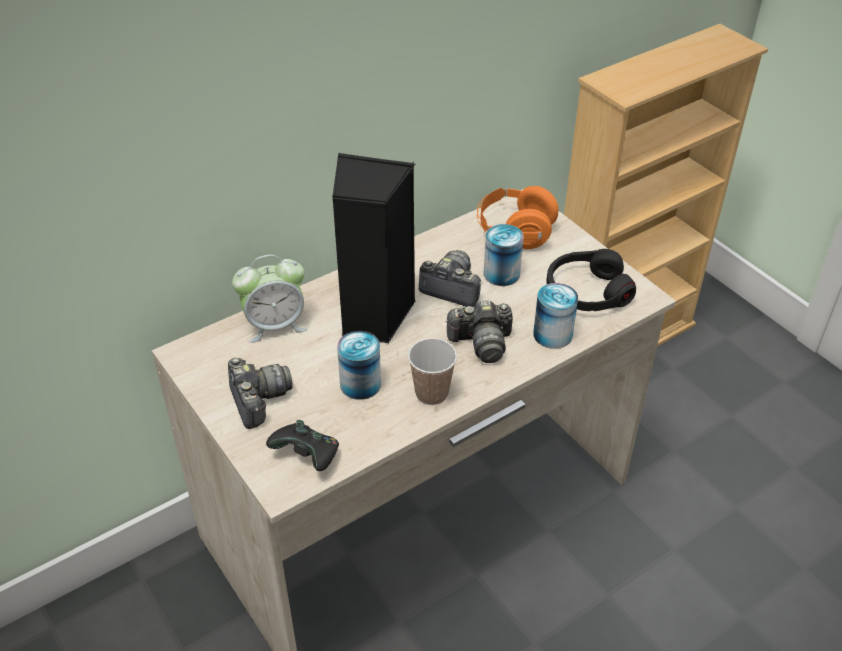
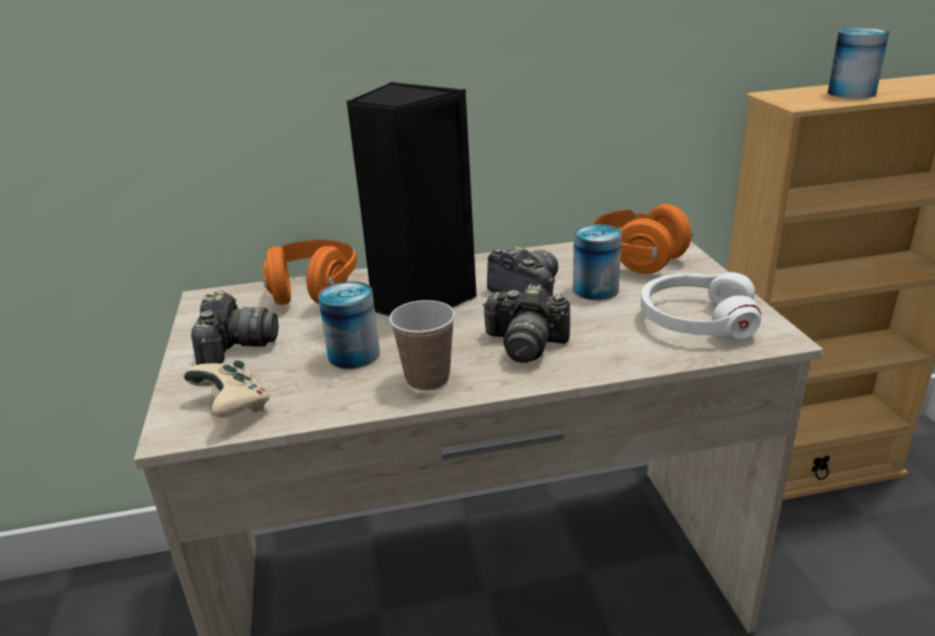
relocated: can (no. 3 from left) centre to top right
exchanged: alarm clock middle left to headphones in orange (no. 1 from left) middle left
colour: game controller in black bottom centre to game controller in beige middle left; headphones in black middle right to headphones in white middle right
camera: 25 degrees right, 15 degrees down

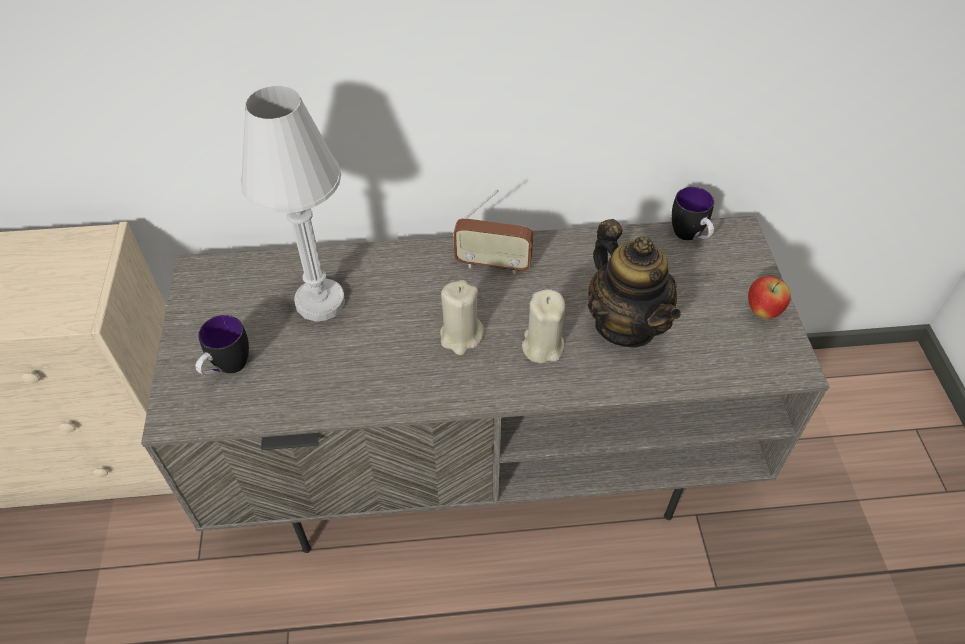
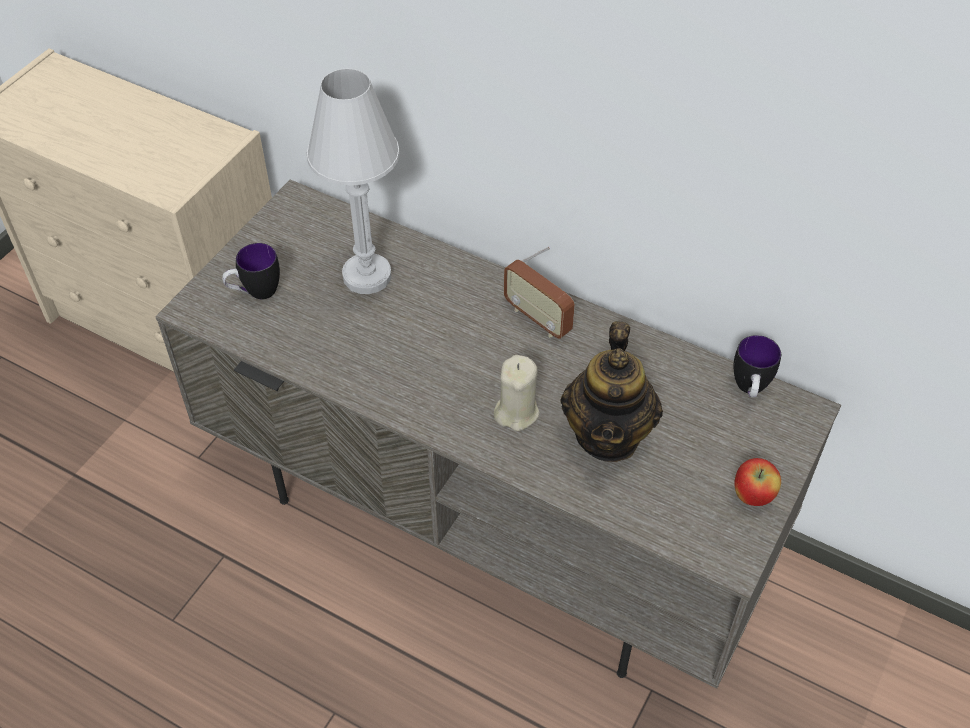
missing: candle in beige (no. 1 from left) centre
camera: 35 degrees right, 0 degrees up

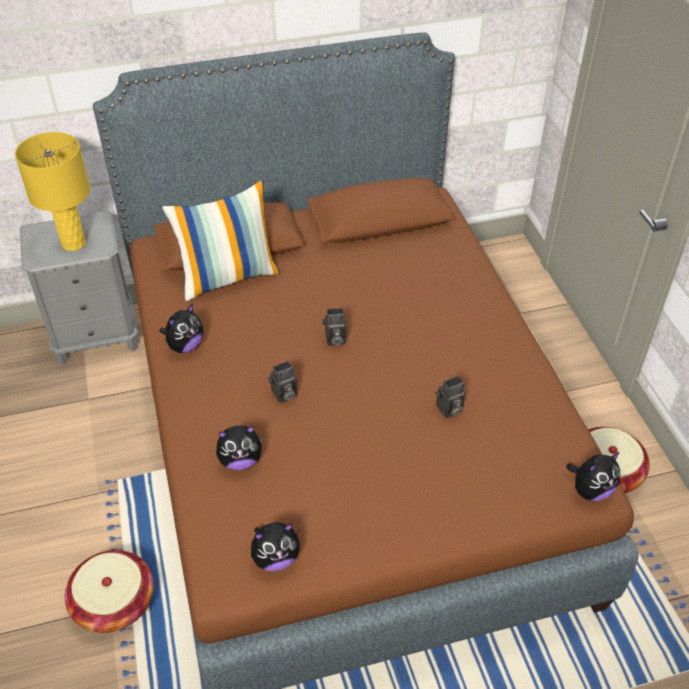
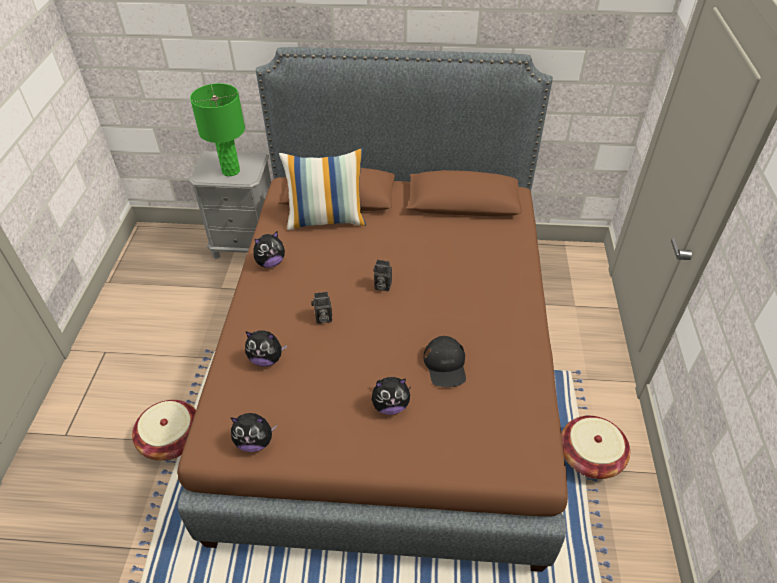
relocated: plush toy (no. 4 from left) bottom right to bottom centre
exchanged: photo camera (no. 3 from left) centre to cap in black centre
colour: table lamp in yellow top left to table lamp in green top left
camera: 20 degrees right, 0 degrees up

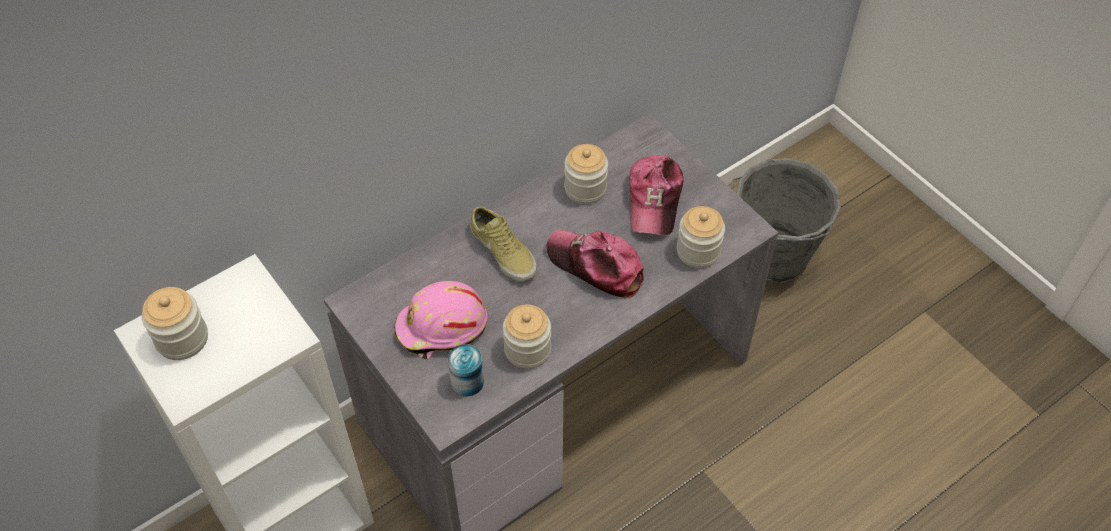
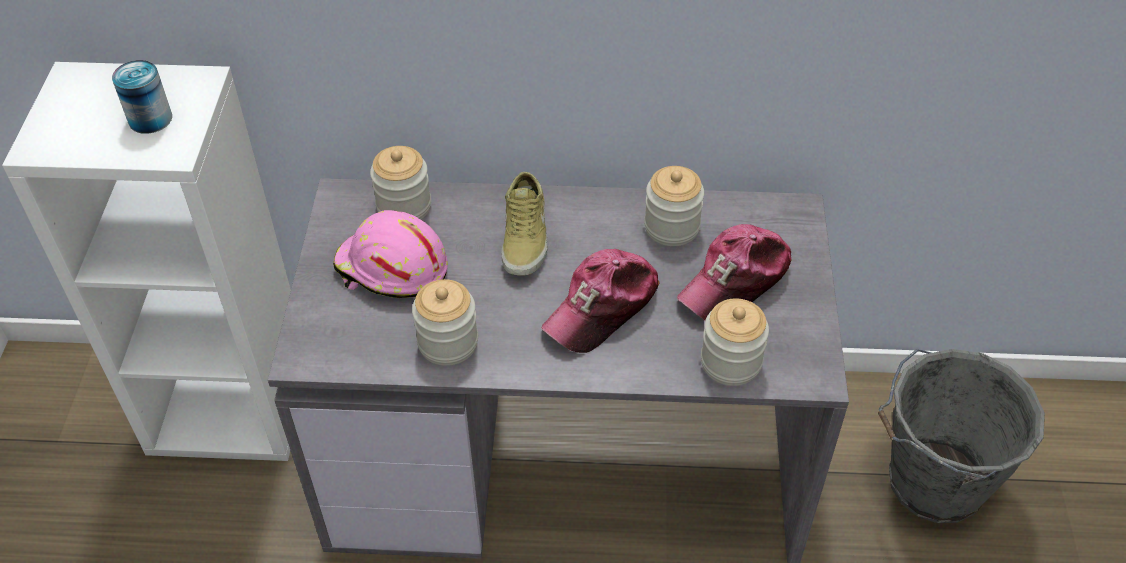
relocated: jar (no. 1 from left) middle left to top centre; can bottom centre to top left
spun: cap (no. 1 from left) centre = centre 120 degrees counterclockwise
camera: 40 degrees right, 5 degrees down

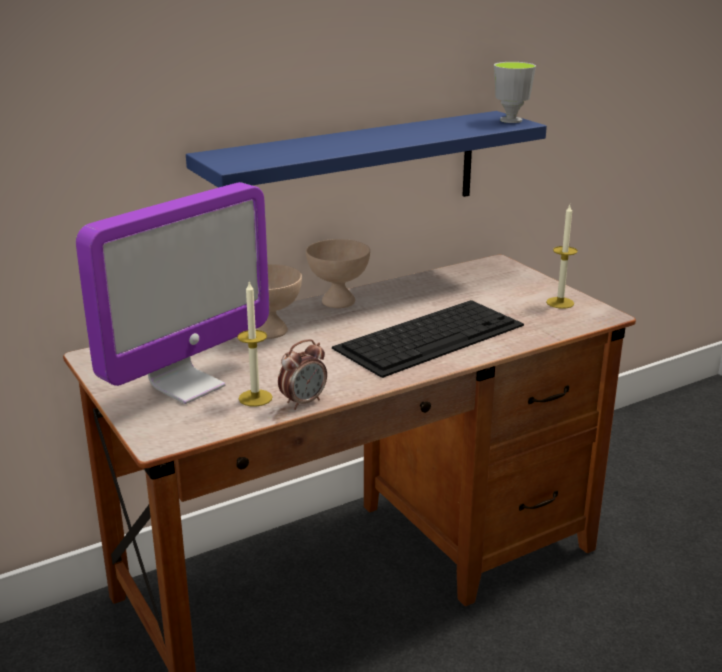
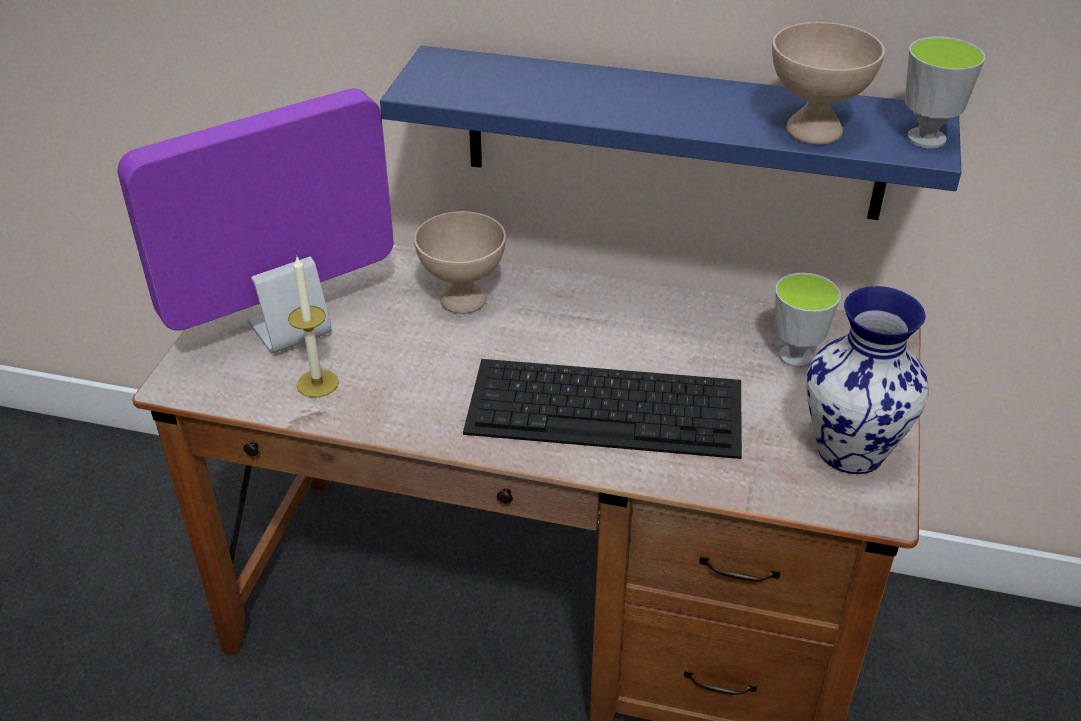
missing: alarm clock centre
appeared: cup (no. 1 from left) middle right
relocated: bowl in beige (no. 2 from left) centre to top right
exchanged: candle (no. 2 from left) middle right to vase middle right
spun: monitor middle left = top left 150 degrees clockwise
camera: 45 degrees right, 15 degrees up

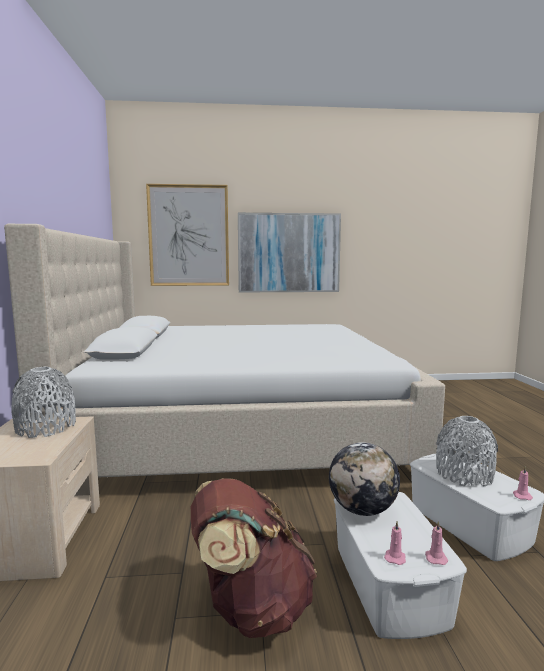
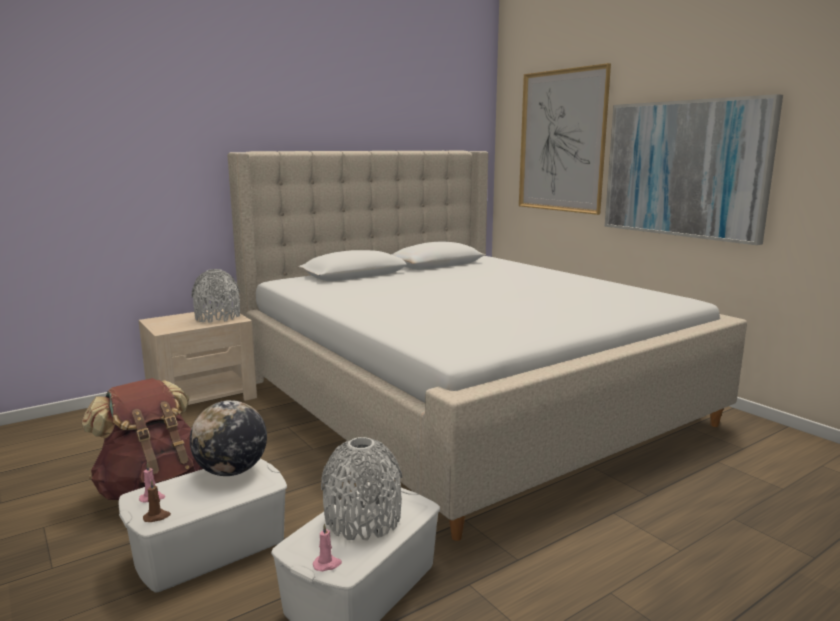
colour: candle in pink (no. 2 from left) bottom right to candle in brown bottom left
camera: 60 degrees right, 5 degrees up

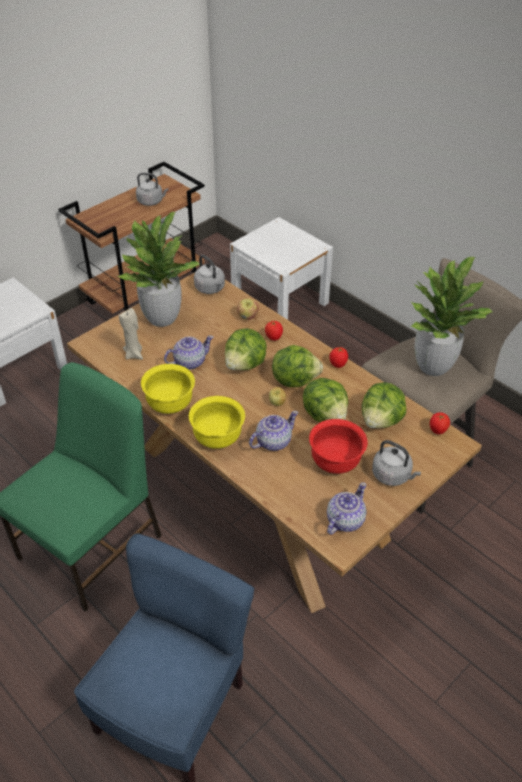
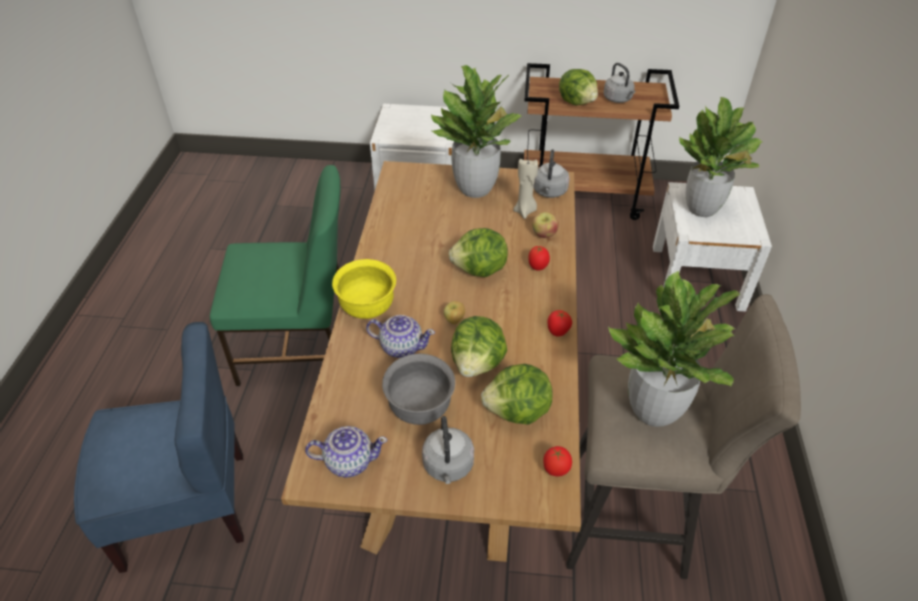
missing: bowl in yellow (no. 1 from left) middle left; teapot (no. 1 from left) centre
appeared: potted plant (no. 3 from left) top right
relocated: candle in beige middle left to top centre; lettuce (no. 2 from left in the first image) centre to lettuce (no. 4 from left) top centre
colour: bowl in red centre to bowl in grey centre
camera: 50 degrees right, 0 degrees up

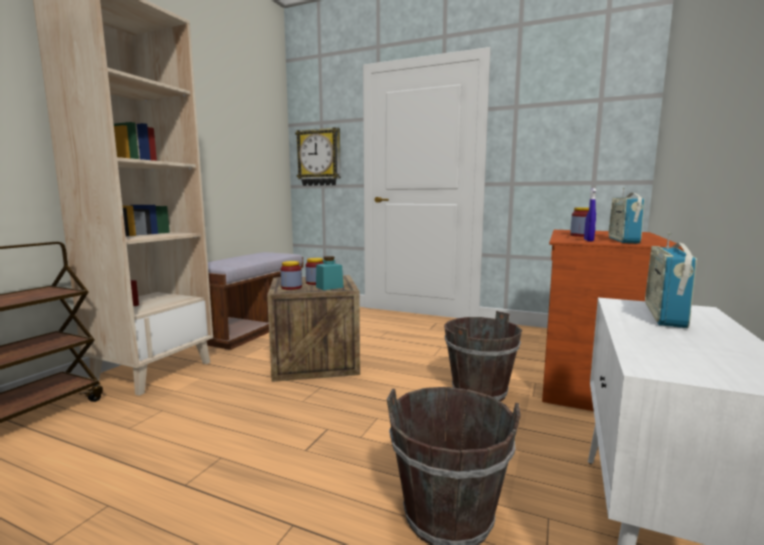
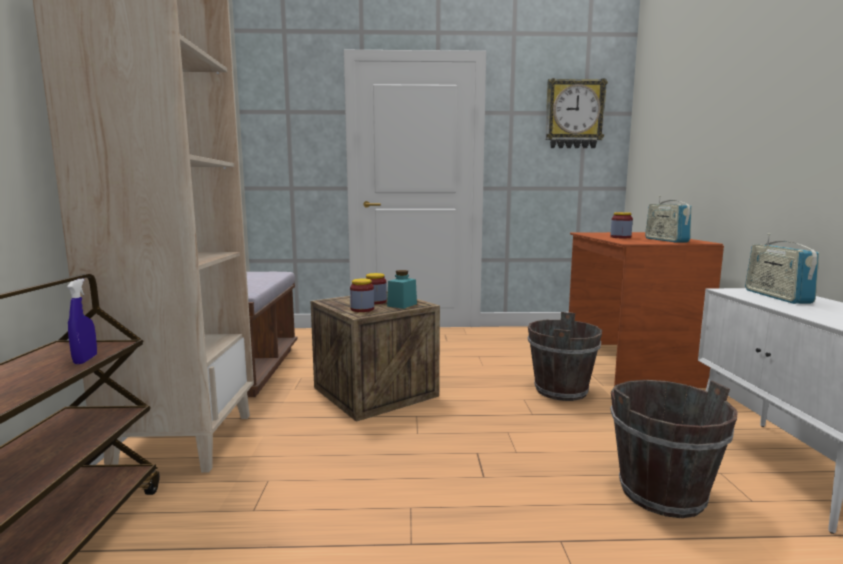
relocated: wall clock top centre to top right; spray bottle in blue middle right to middle left
camera: 25 degrees left, 0 degrees up

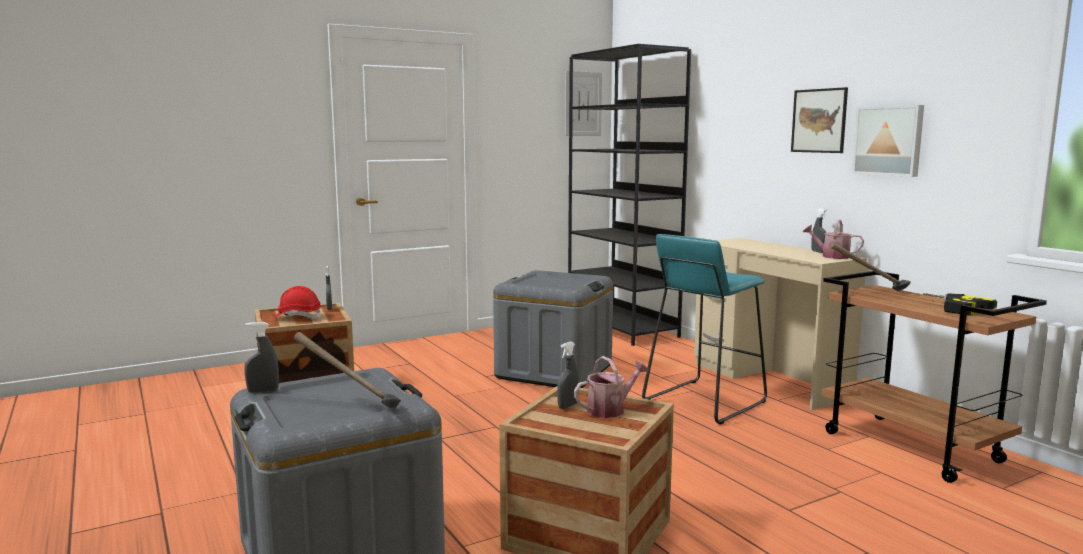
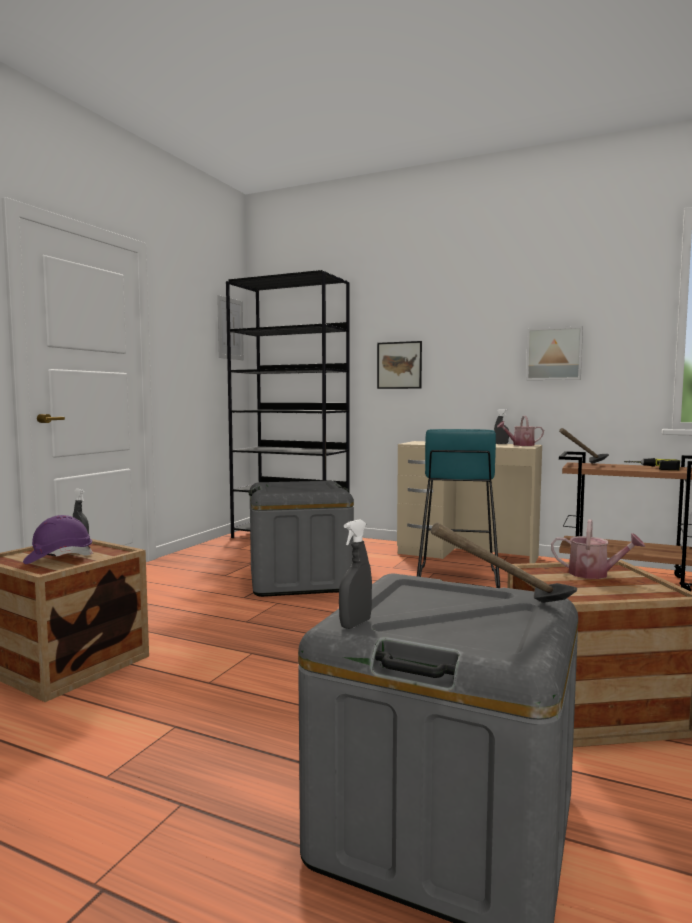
missing: spray bottle in grey (no. 3 from left) bottom centre
relocated: picture (no. 2 from left) top right to centre
colour: hard hat in red middle left to hard hat in purple middle left
spun: watering can (no. 1 from left in the first image) bottom centre = middle right 90 degrees clockwise
camera: 35 degrees left, 5 degrees down

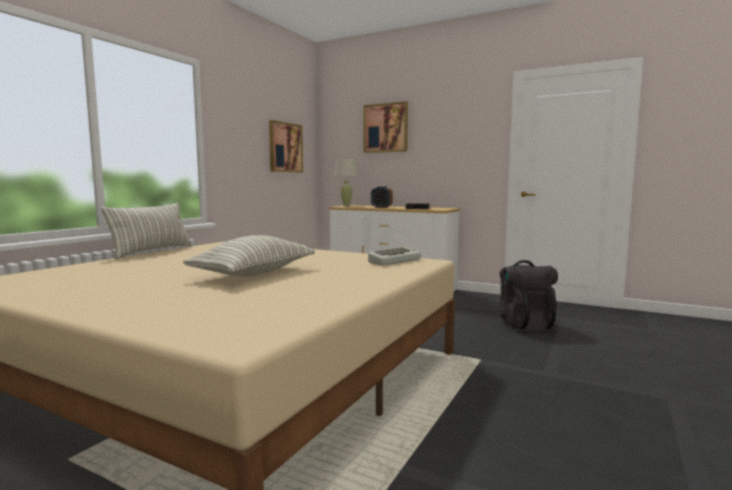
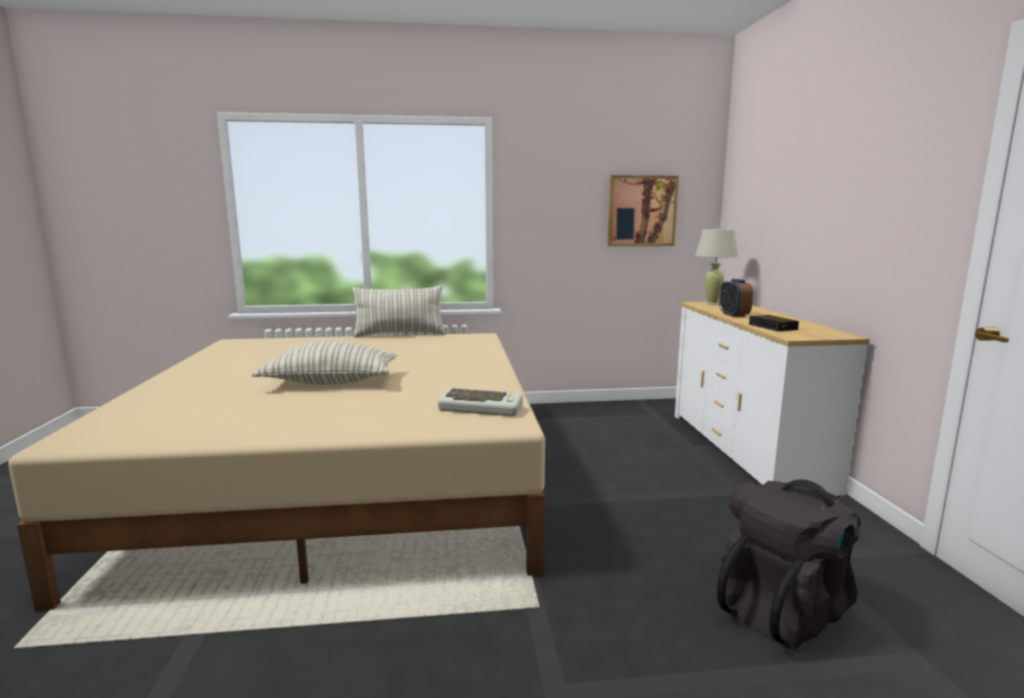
missing: picture (no. 2 from left) top centre
camera: 55 degrees right, 5 degrees up

